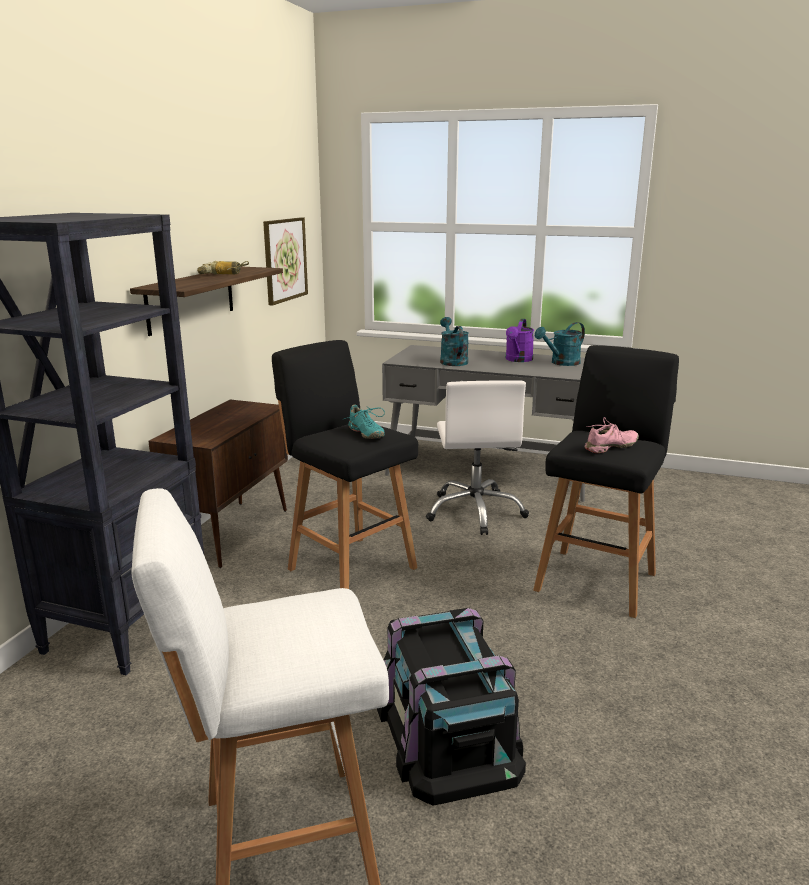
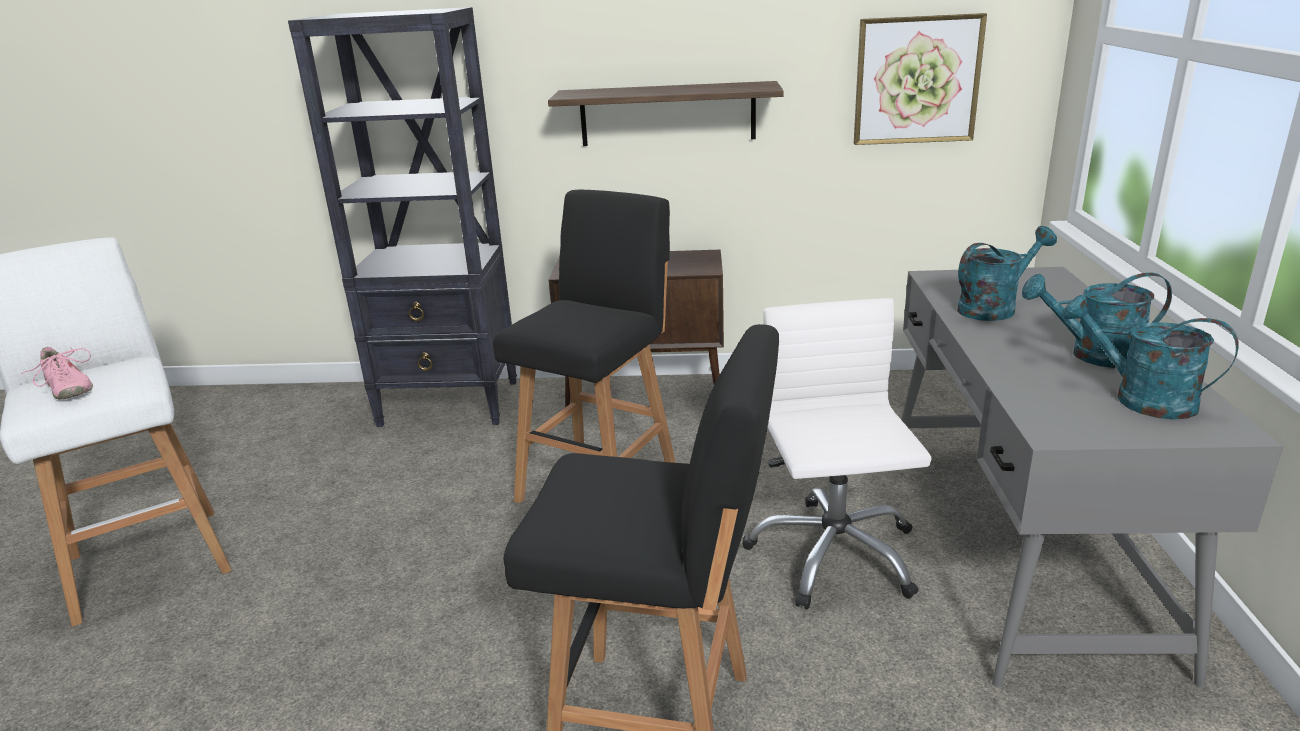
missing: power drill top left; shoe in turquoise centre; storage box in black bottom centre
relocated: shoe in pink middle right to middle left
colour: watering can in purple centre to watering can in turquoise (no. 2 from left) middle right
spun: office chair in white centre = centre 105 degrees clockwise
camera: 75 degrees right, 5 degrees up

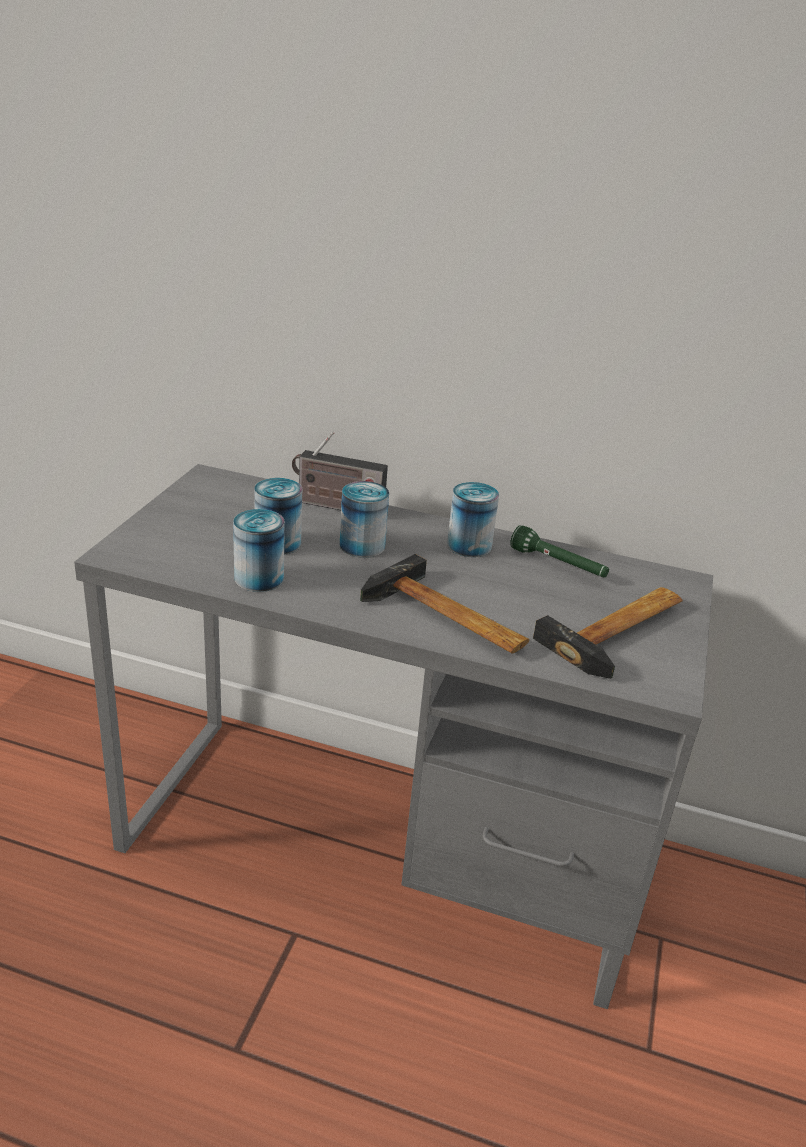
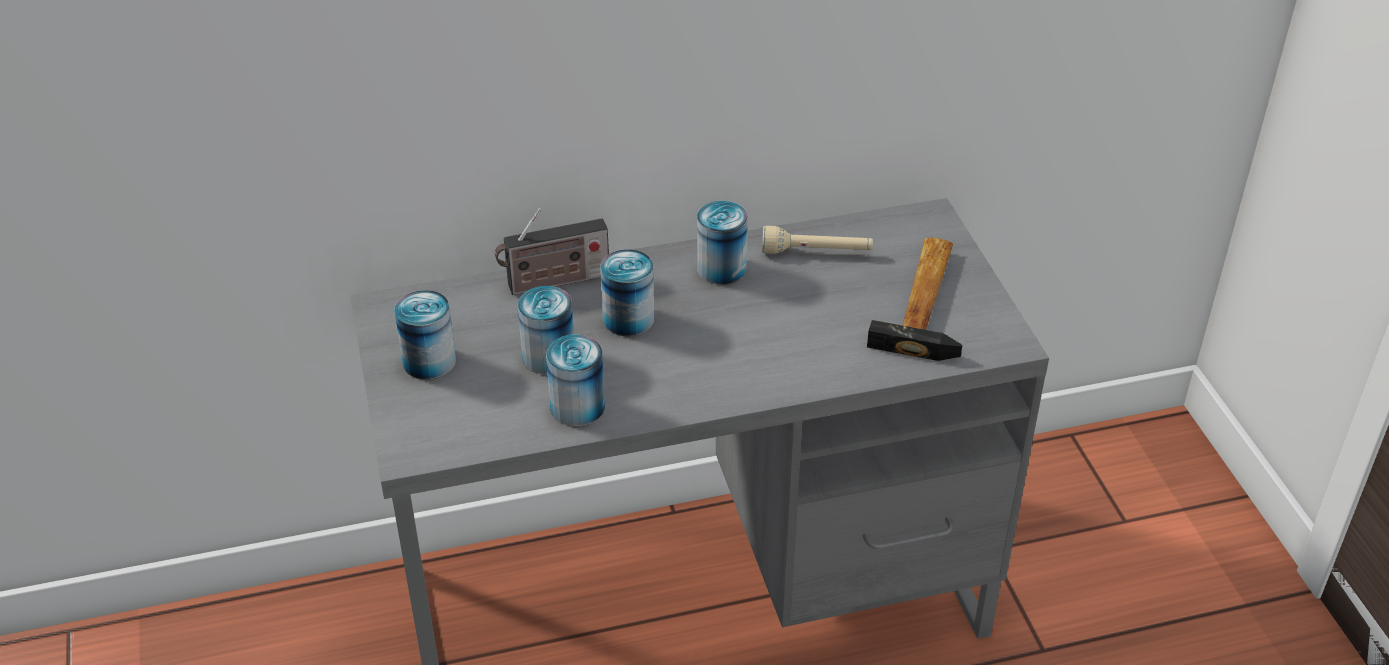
missing: hammer (no. 1 from left) centre
appeared: can (no. 1 from left) middle left
colour: flashlight in green middle right to flashlight in beige centre
camera: 30 degrees left, 10 degrees up

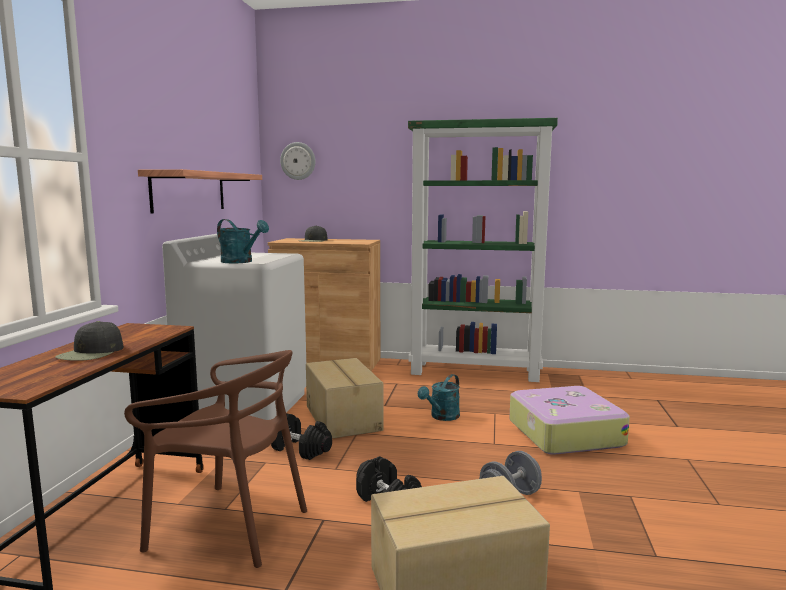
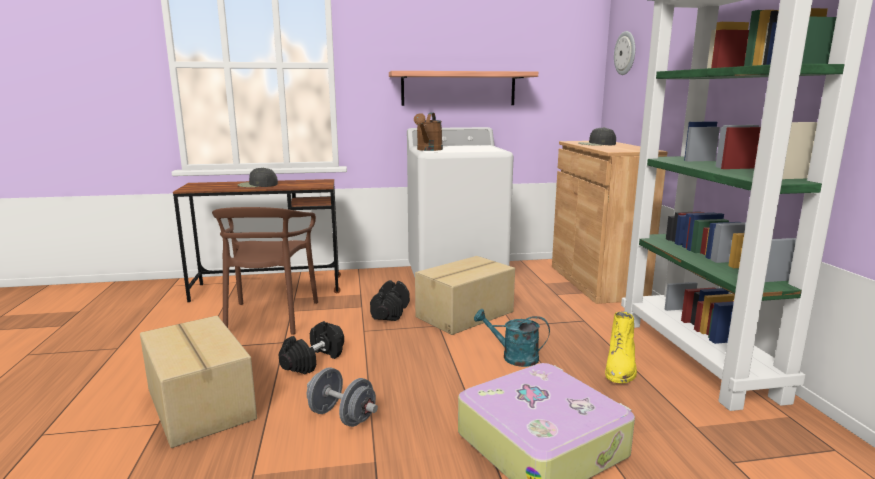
appeared: boot in yellow bottom right
colour: watering can in turquoise (no. 1 from left) middle left to watering can in brown top centre
camera: 70 degrees right, 5 degrees up

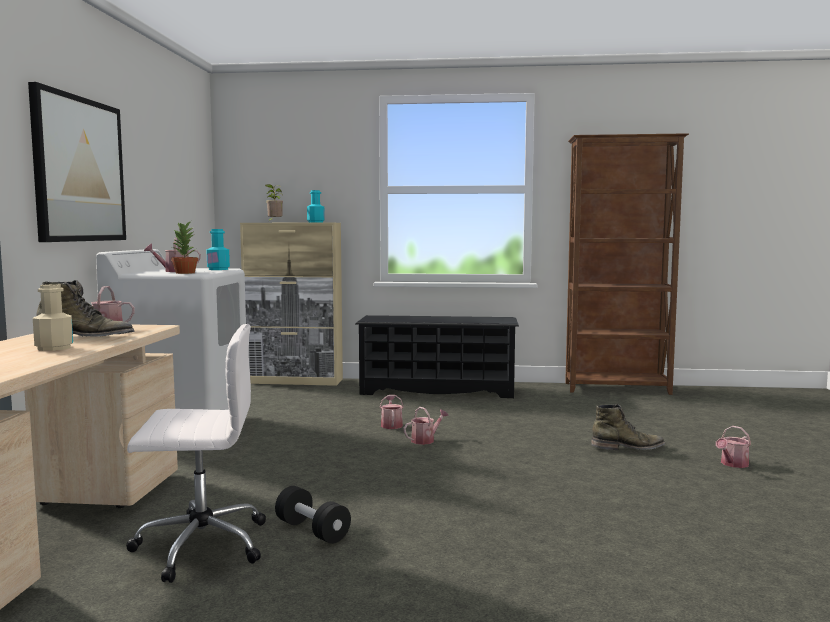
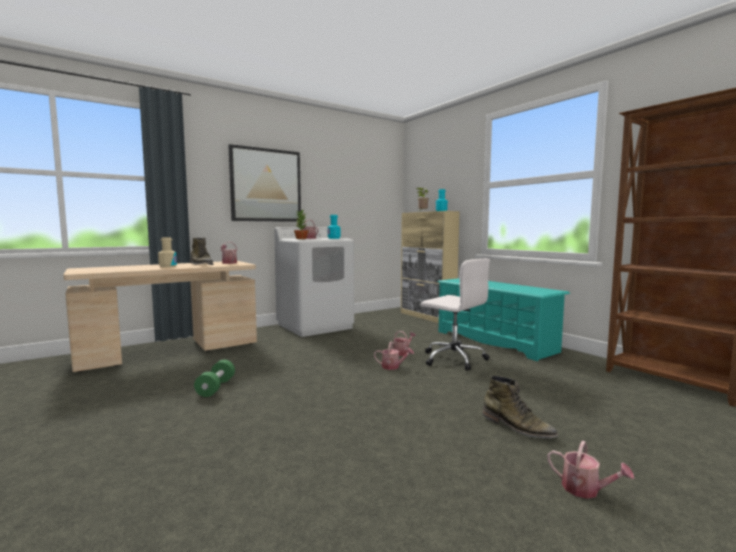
relocated: office chair in white bottom left to centre
colour: dumbbell in black bottom centre to dumbbell in green bottom left; shoe rack in black centre to shoe rack in turquoise middle right
spun: watering can (no. 5 from left) bottom right = bottom right 150 degrees counterclockwise
camera: 50 degrees right, 0 degrees up

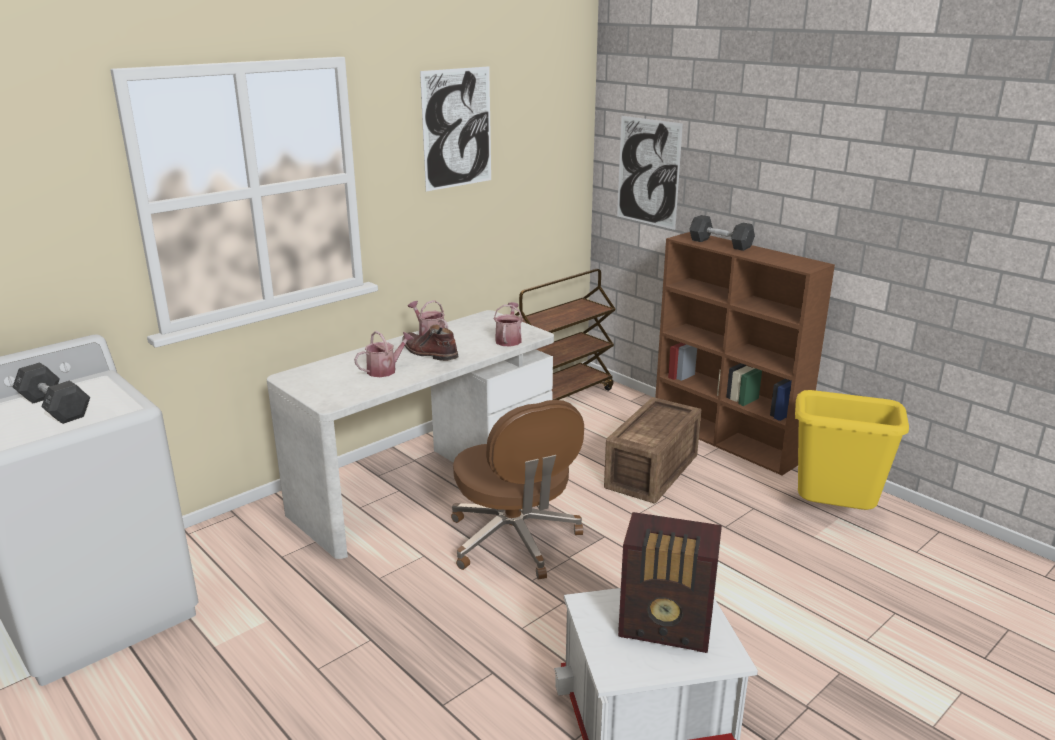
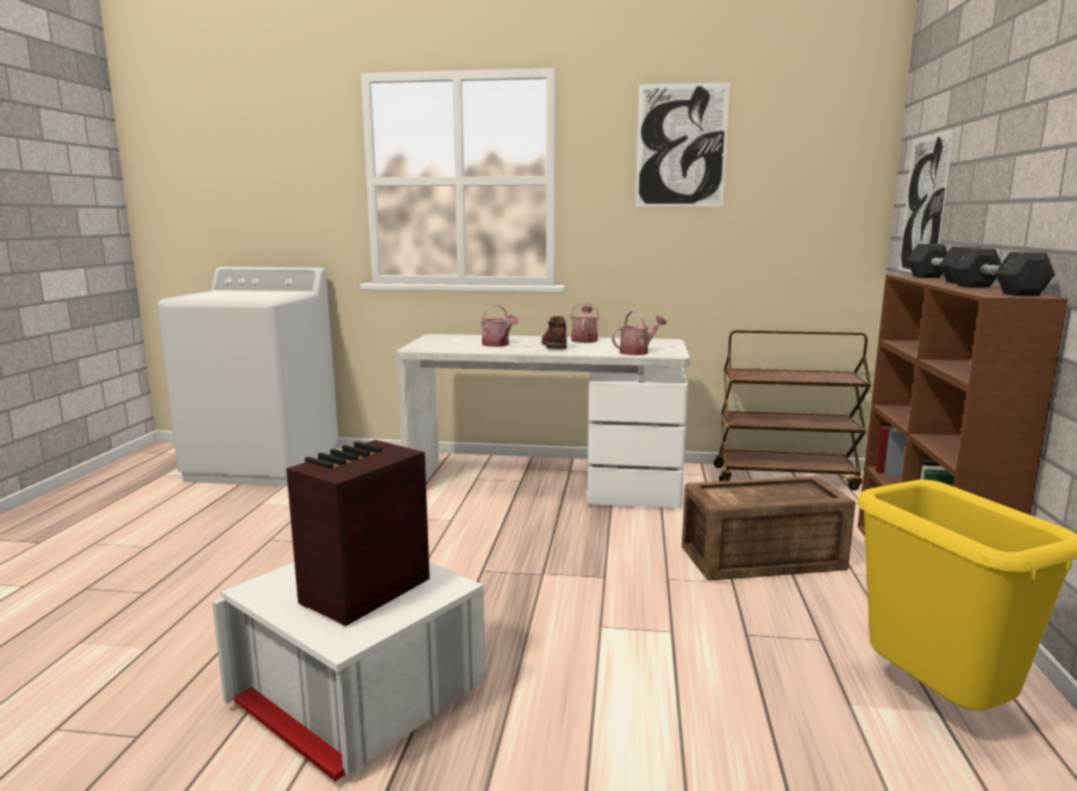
missing: office chair in brown centre
relocated: dumbbell in grey (no. 1 from left in the first image) middle left to dumbbell in grey (no. 2 from left) middle right
spun: watering can (no. 1 from left) centre = centre 45 degrees clockwise; radio bottom centre = bottom left 60 degrees clockwise
camera: 50 degrees right, 10 degrees down

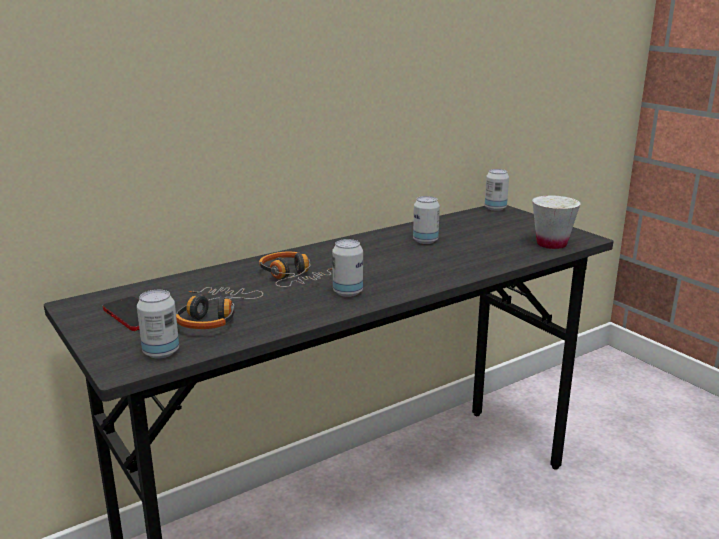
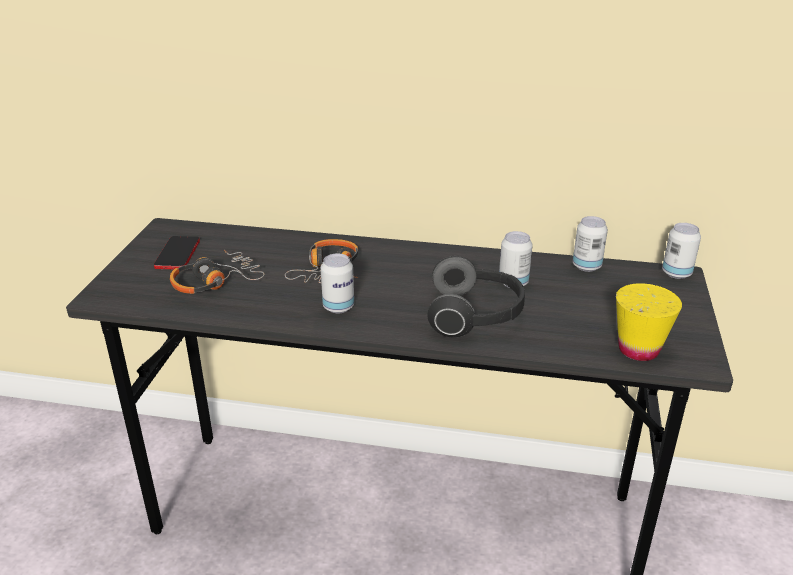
appeared: headphones (no. 3 from left) centre
relocated: can (no. 1 from left in the first image) middle left to can (no. 3 from left) middle right
colour: cup in white middle right to cup in yellow middle right
camera: 45 degrees right, 10 degrees up

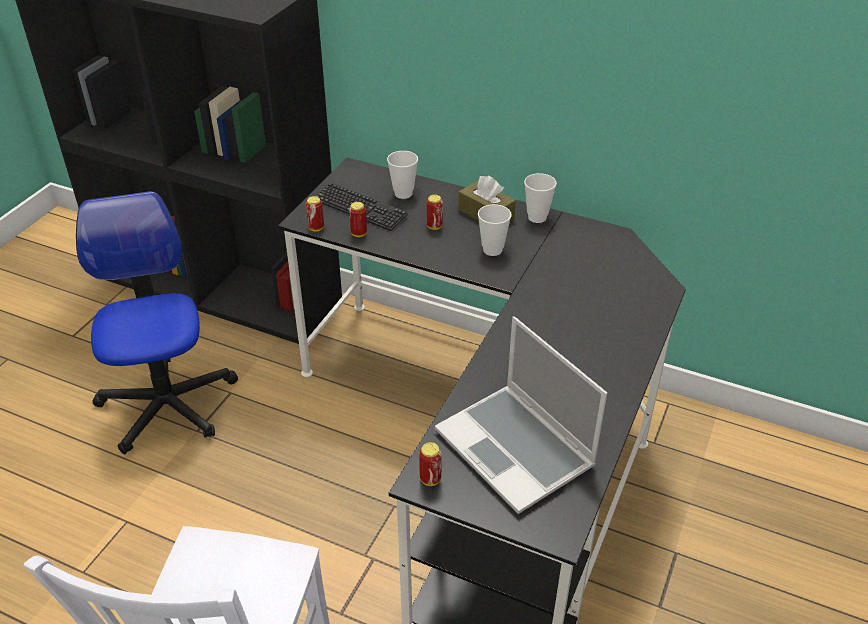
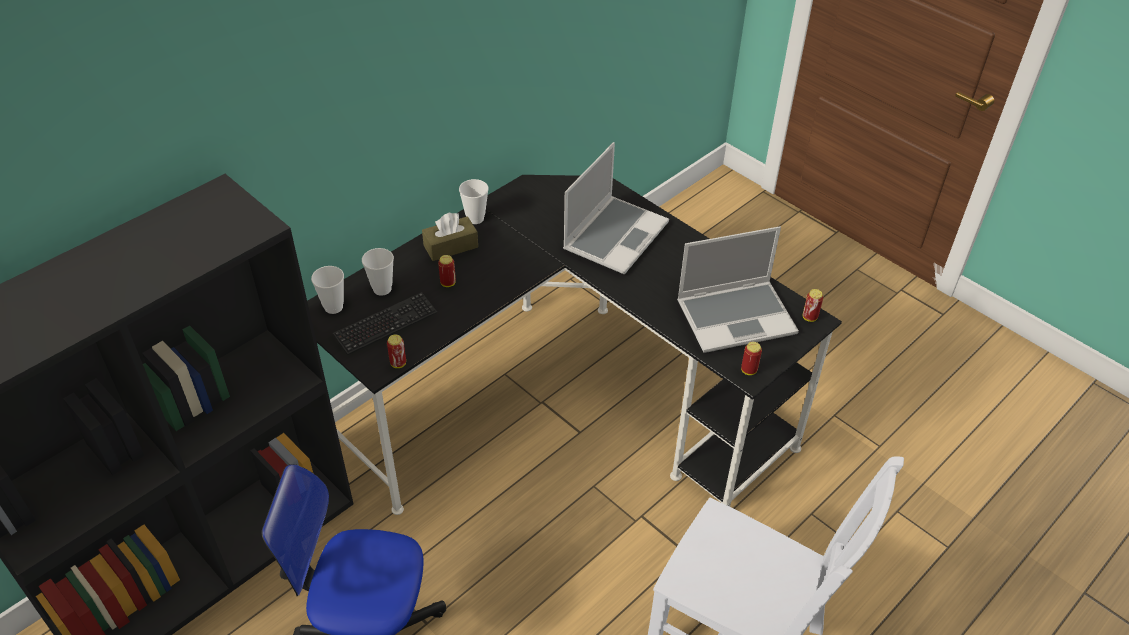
appeared: laptop (no. 1 from left) top centre
relocated: can (no. 2 from left in the first image) centre to can (no. 4 from left) middle right; cup (no. 2 from left in the first image) centre to cup (no. 1 from left) middle left
camera: 70 degrees left, 5 degrees up

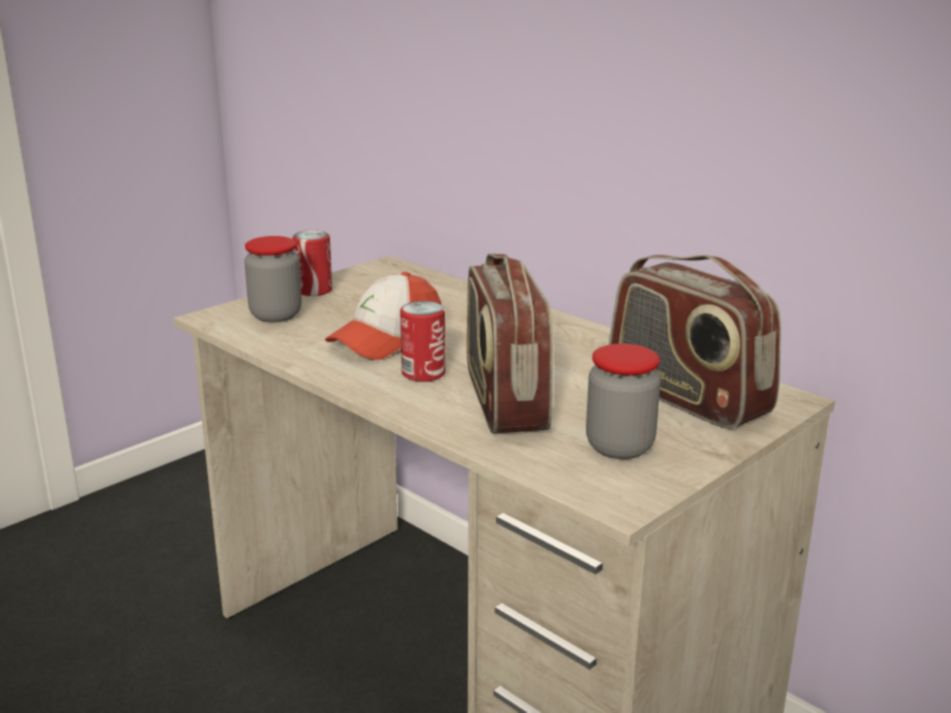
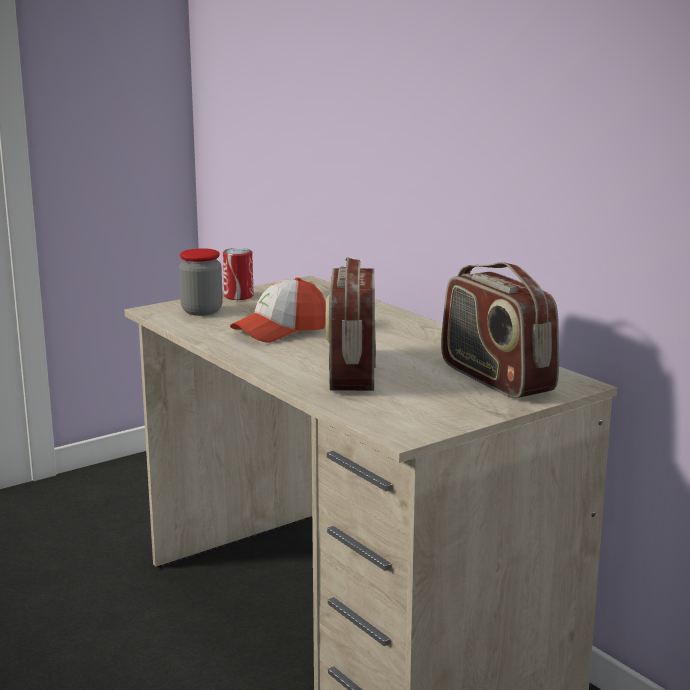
missing: can (no. 2 from left) centre; jar (no. 2 from left) centre
camera: 10 degrees right, 5 degrees down

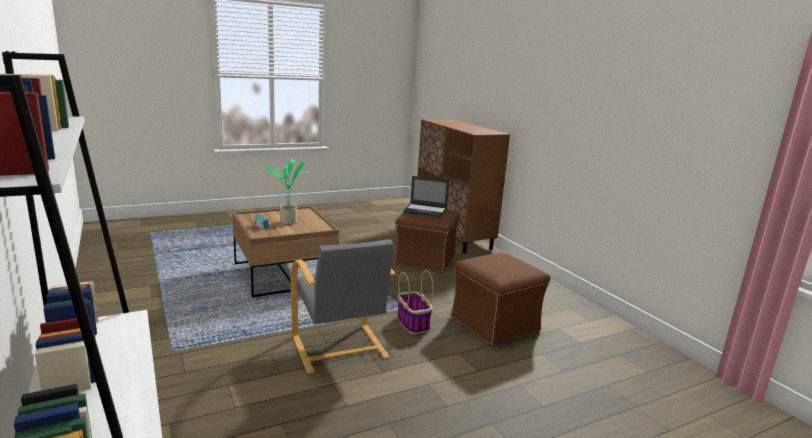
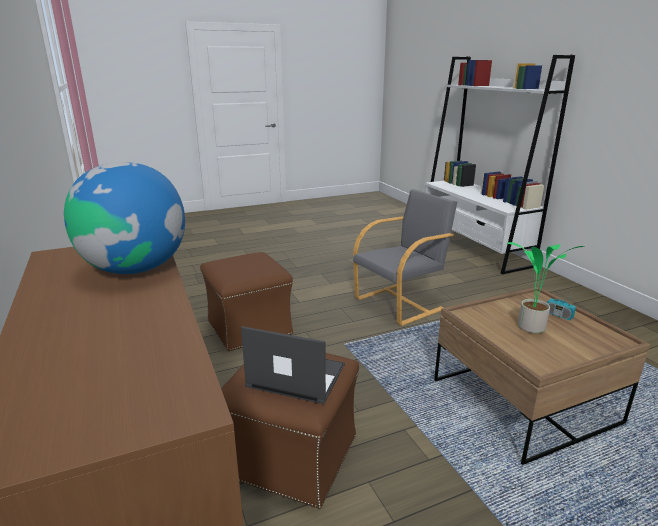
missing: basket bottom centre
appeared: globe middle left
spun: armchair in grey bottom centre = centre 75 degrees clockwise
camera: 175 degrees left, 5 degrees up

